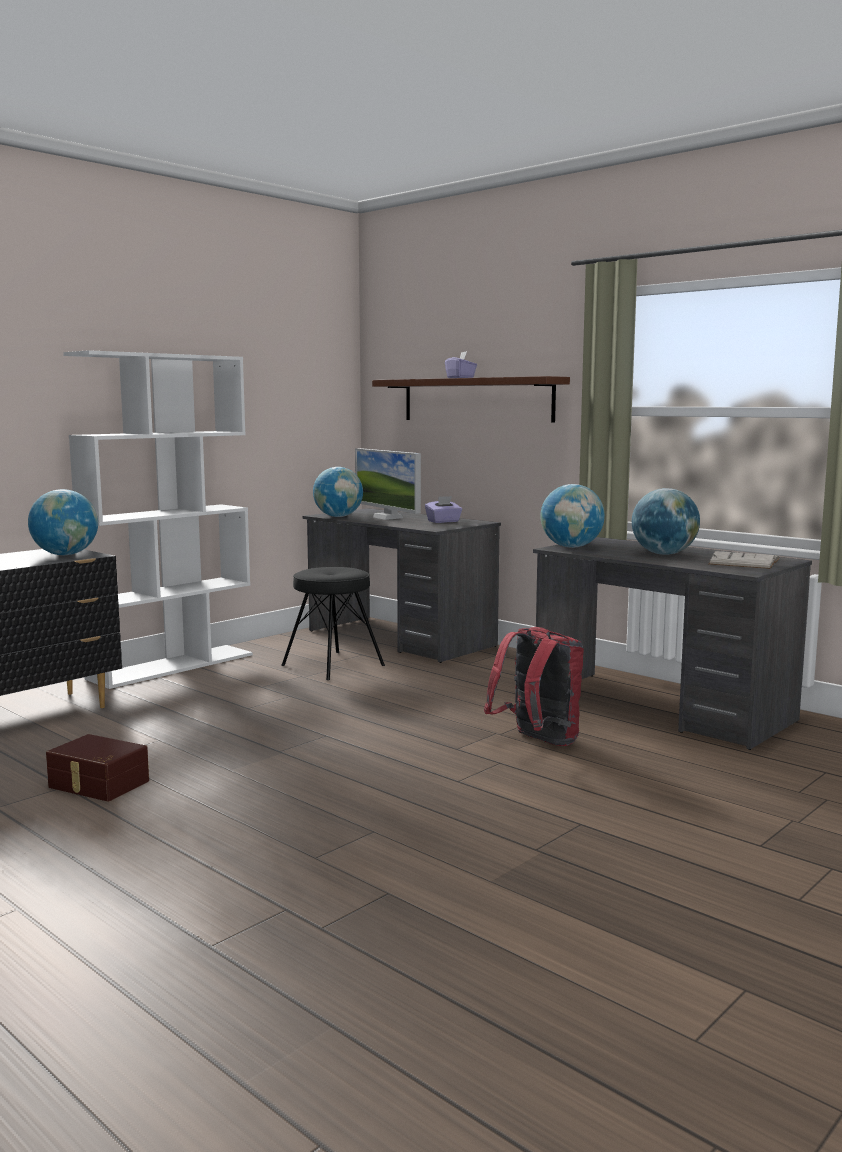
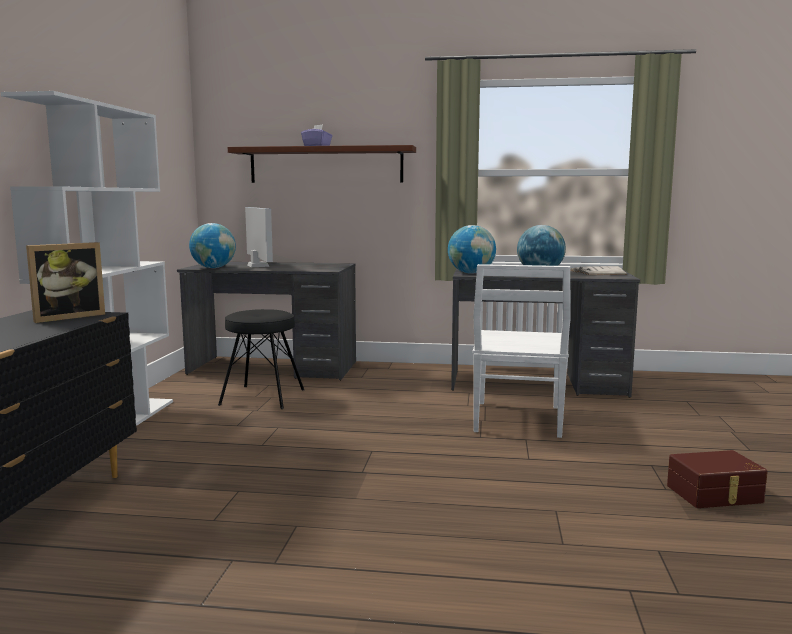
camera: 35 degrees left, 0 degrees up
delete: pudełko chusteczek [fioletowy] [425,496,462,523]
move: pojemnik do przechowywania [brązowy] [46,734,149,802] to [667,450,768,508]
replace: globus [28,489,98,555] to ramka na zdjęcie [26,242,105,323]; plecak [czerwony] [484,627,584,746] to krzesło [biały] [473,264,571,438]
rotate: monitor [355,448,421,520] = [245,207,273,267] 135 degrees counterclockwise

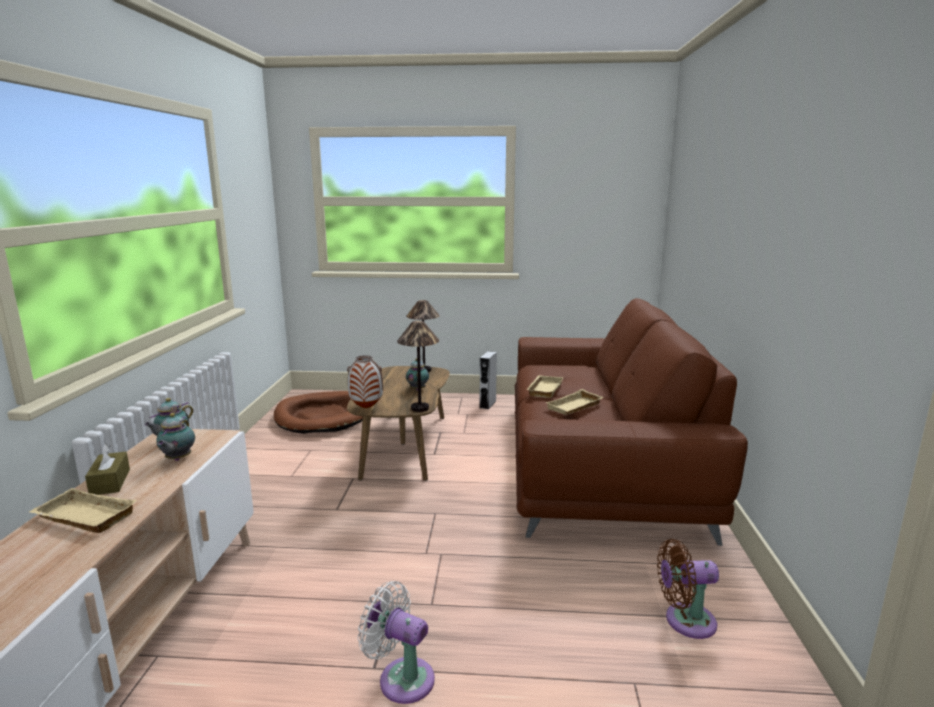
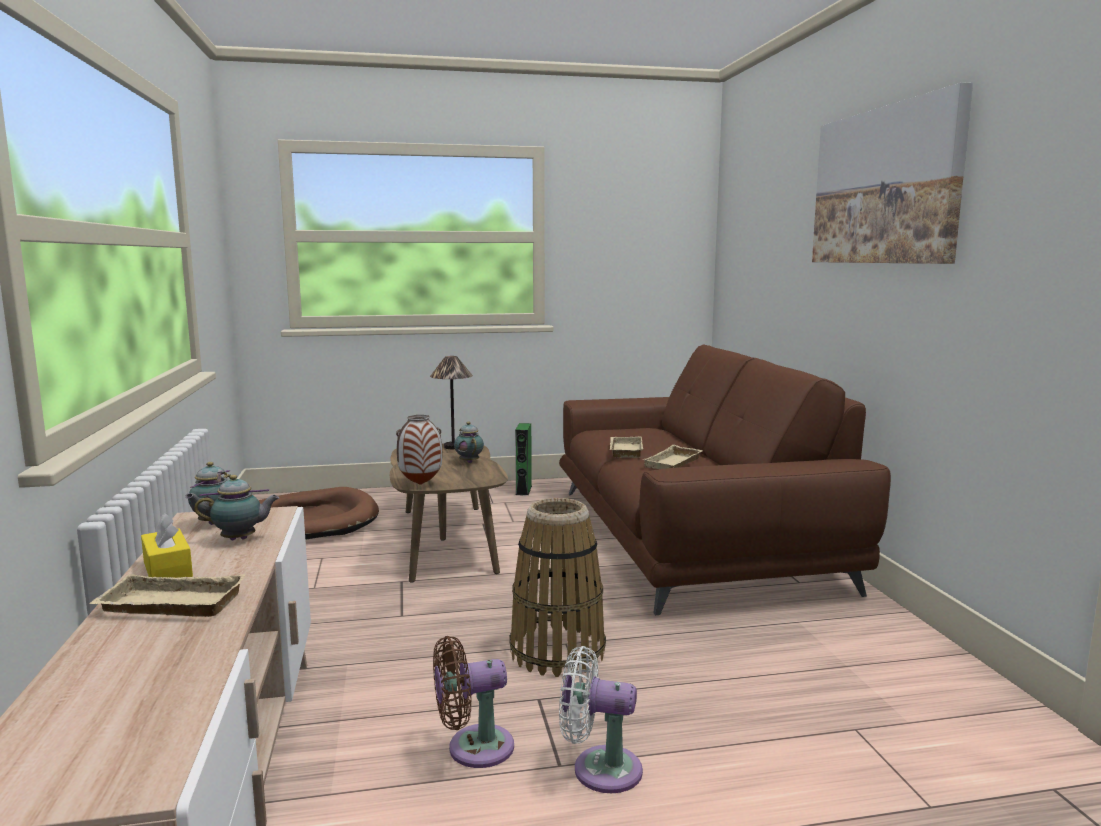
camera: 15 degrees left, 5 degrees down
delete: lampa stołowa [397,321,439,412]
insert: obraz [812,82,973,264]; koszyk [510,498,606,677]
move: wentylator [brązowy] [657,539,719,639] to [433,636,514,768]
recolor: głośnik [szary] [480,351,497,409] to głośnik [zielony] [515,423,532,496]; pudełko chusteczek [brązowy] [85,444,130,495] to pudełko chusteczek [żółty] [141,513,193,578]
rotate: imbryk [156,413,195,461] = [194,475,279,540] 90 degrees counterclockwise

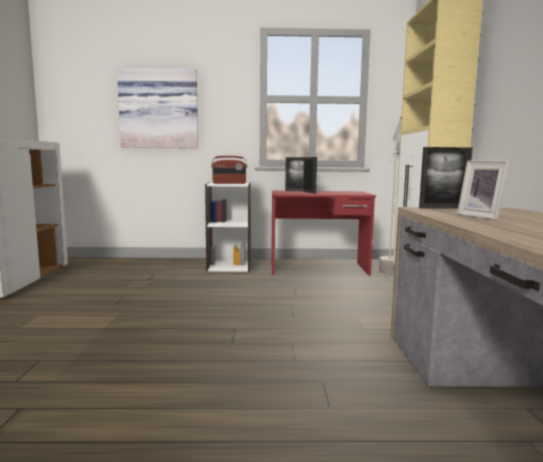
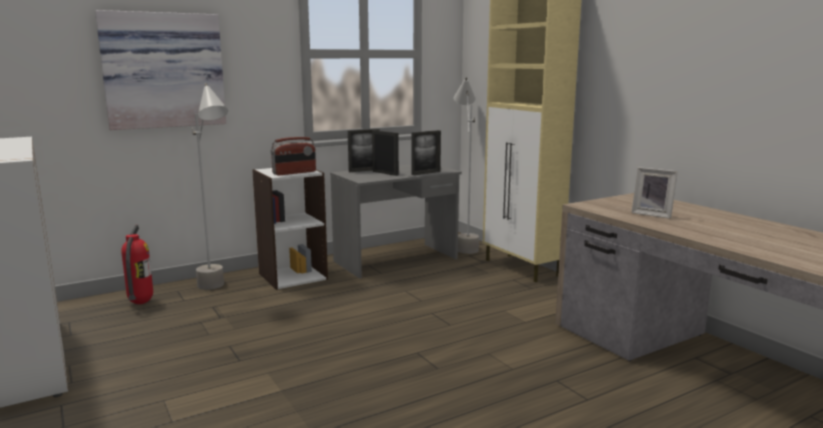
camera: 30 degrees left, 5 degrees up
insert: lampa stojąca [szary] [192,83,228,290]; gaśnica [121,225,153,304]
move: ramka na zdjęcie [419,147,473,209] to [412,130,441,175]
recolor: biurko [czerwony] [271,191,376,276] to biurko [szary] [330,164,462,279]

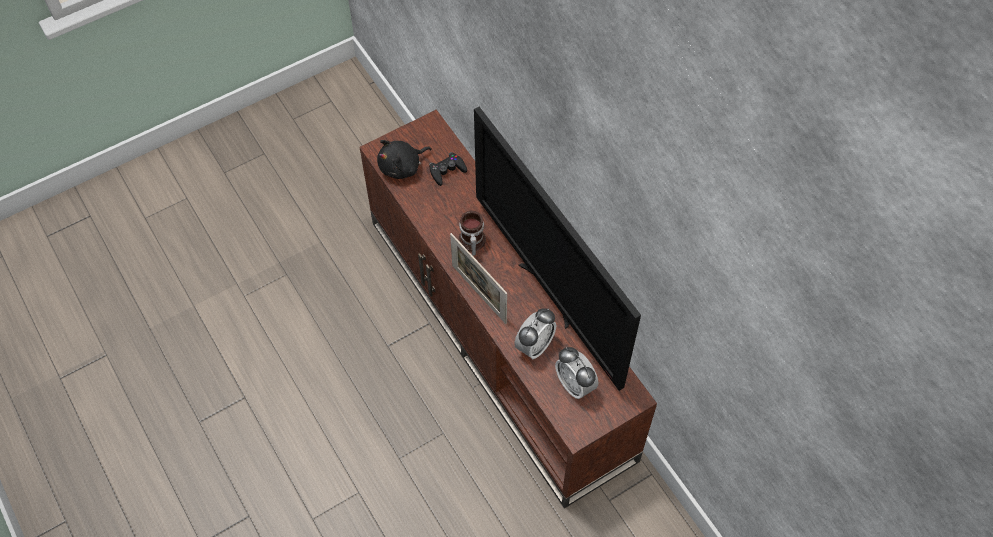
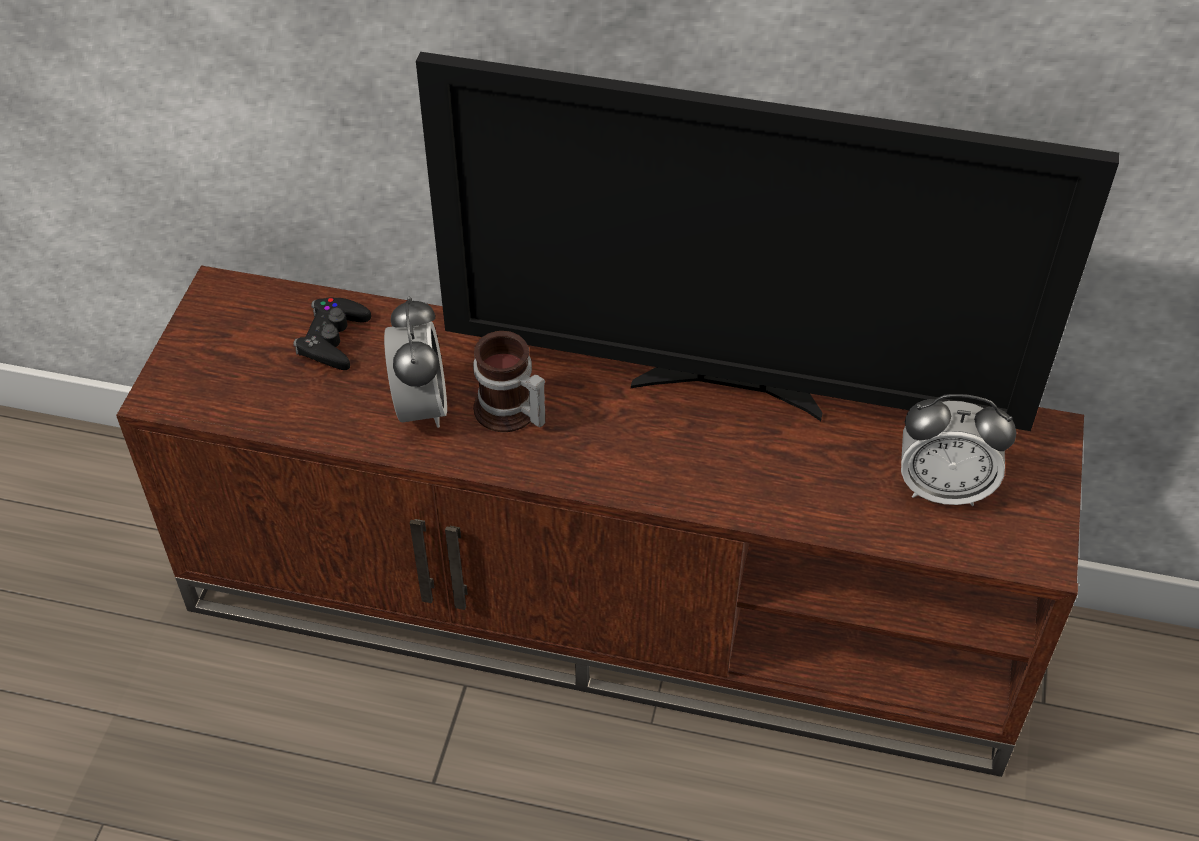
camera: 45 degrees left, 10 degrees down
delete: pluszak [czarny] [377,140,432,179]; ramka na zdjęcie [450,233,507,324]
move: budzik [514,308,556,359] to [384,296,447,428]

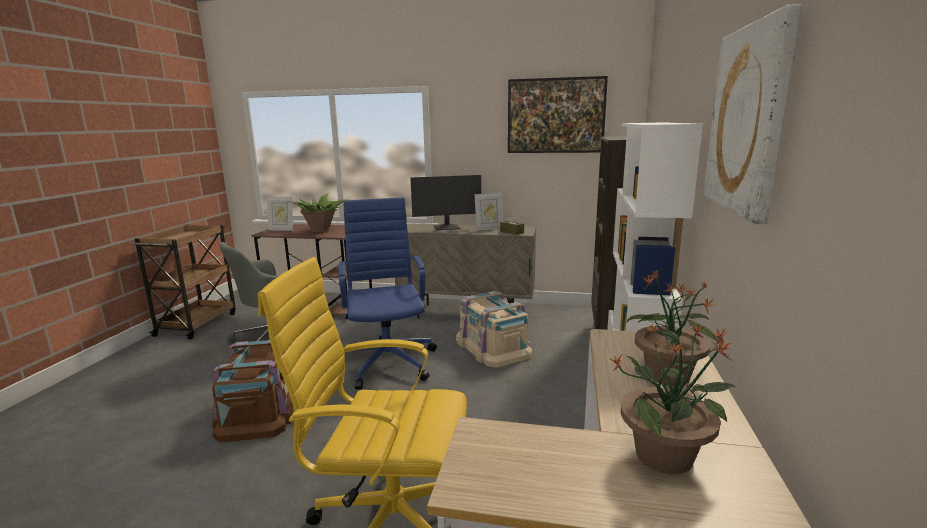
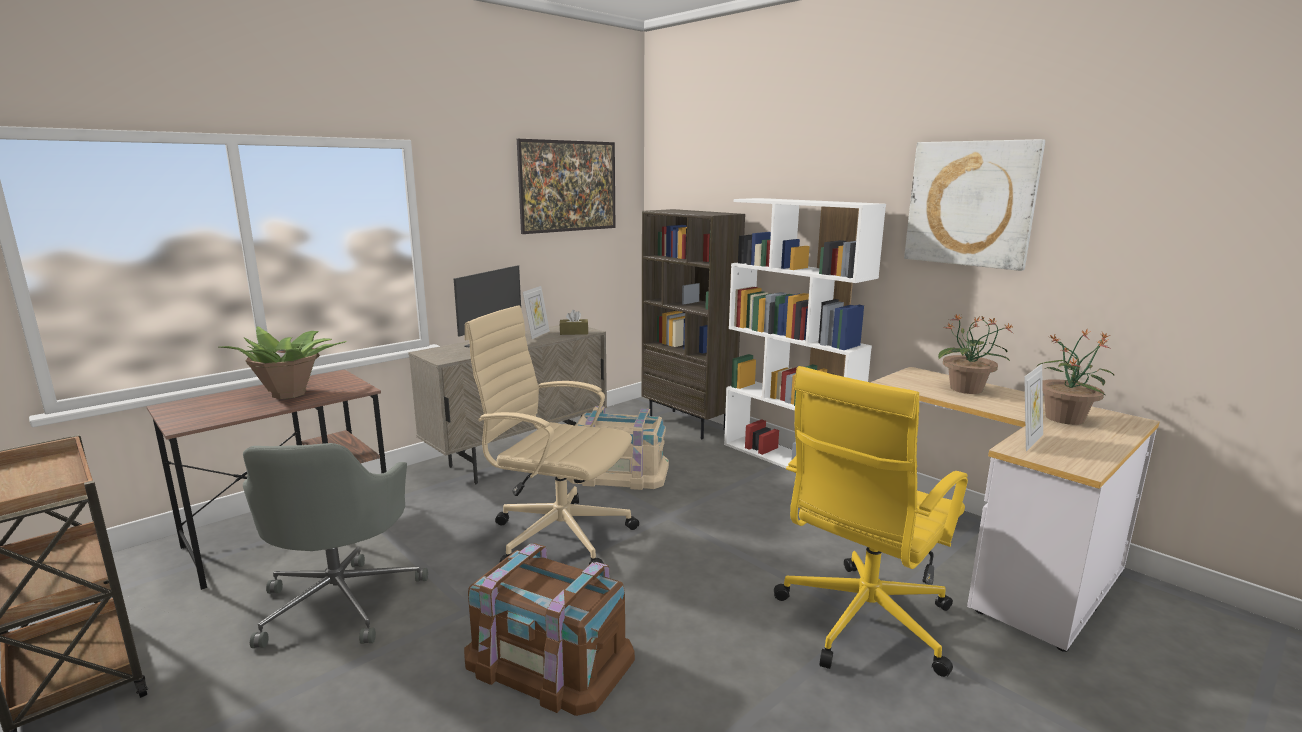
camera: 55 degrees left, 0 degrees up
move: ramka na zdjęcie [267,197,293,231] to [1024,364,1043,451]
recolor: krzesło biurowe [niebieski] [338,198,437,389] to krzesło biurowe [beżowy] [464,305,639,565]

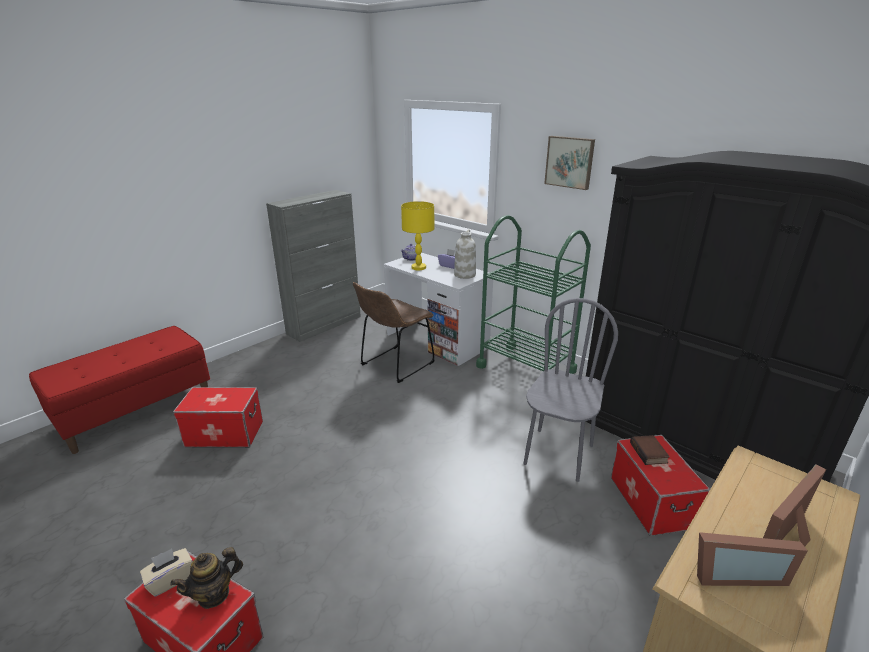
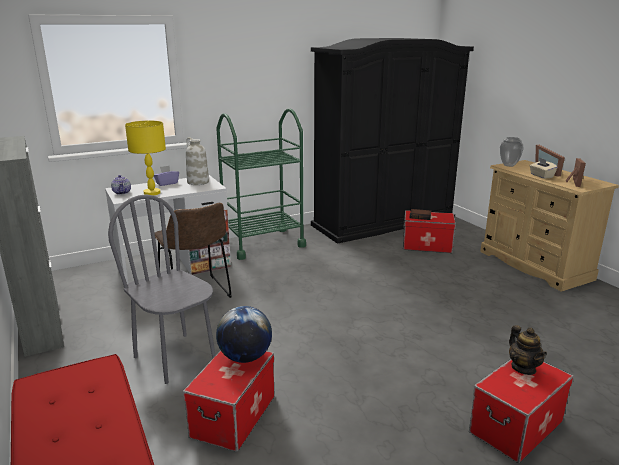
camera: 70 degrees left, 5 degrees down
delete: obraz [544,136,595,190]
insert: wazon [500,137,524,167]; globus [216,306,272,363]
move: krzesło [szary] [524,298,618,482] to [108,194,215,384]; pudełko chusteczek [beżowy] [140,548,193,596] to [530,158,558,179]

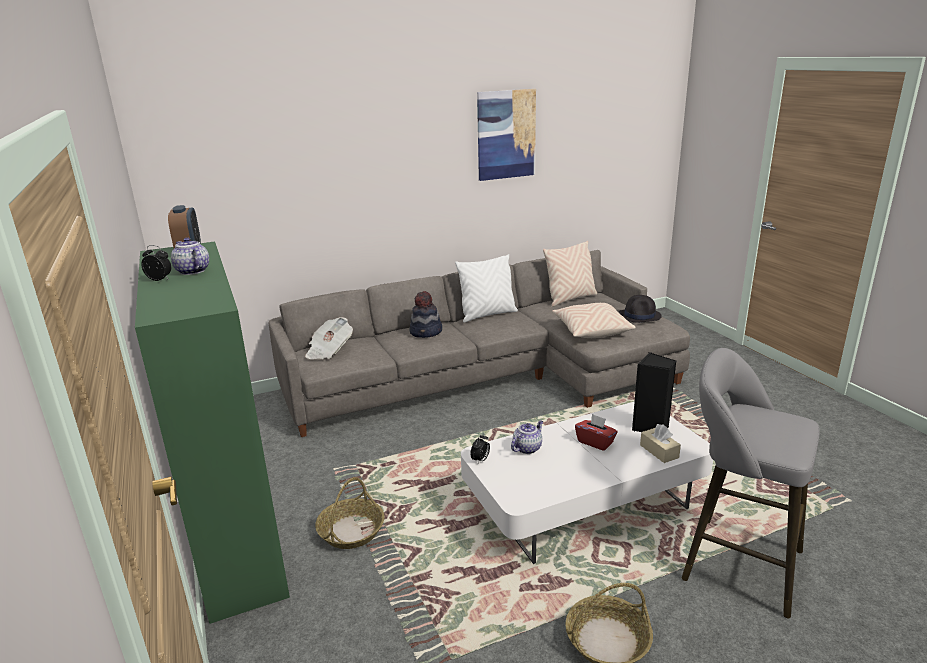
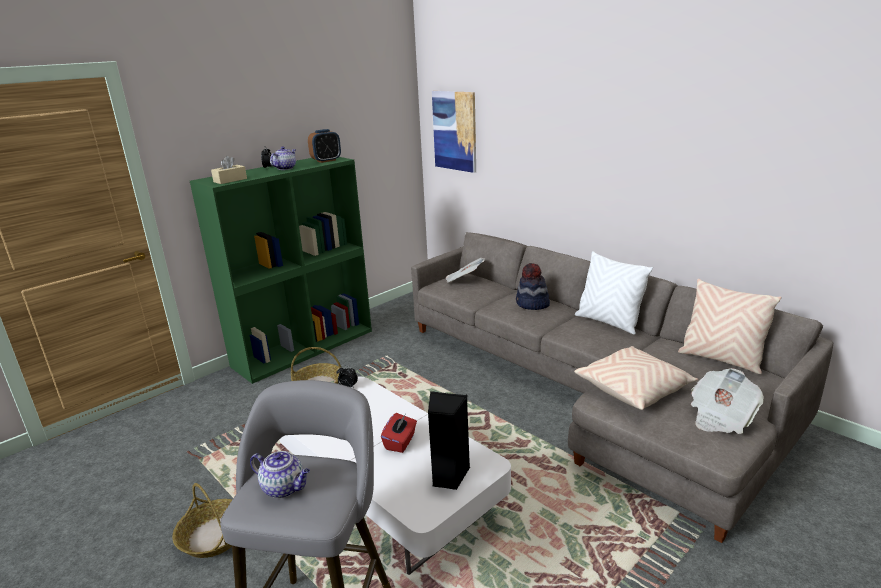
camera: 70 degrees right, 0 degrees up
move: obraz [477,89,536,181] to [432,91,476,173]; imbryk [511,421,543,454] to [250,451,310,498]; pudełko chusteczek [beżowy] [640,424,681,463] to [211,156,247,184]
replace: kapelusz [czarny] [618,295,662,323] to gazeta [691,368,764,434]

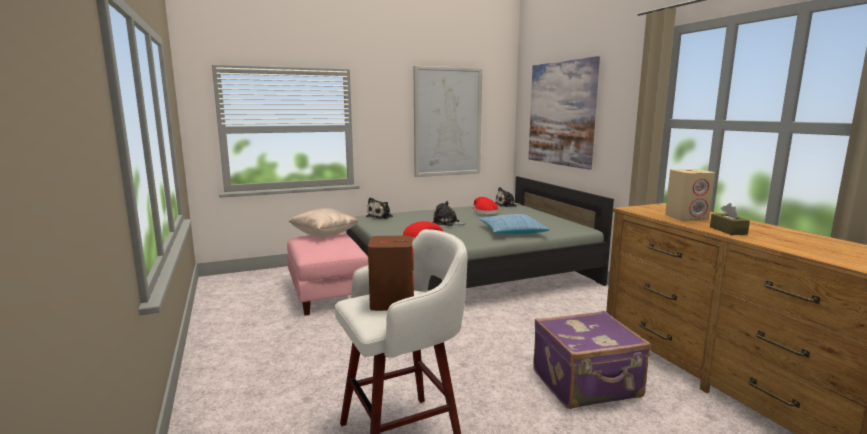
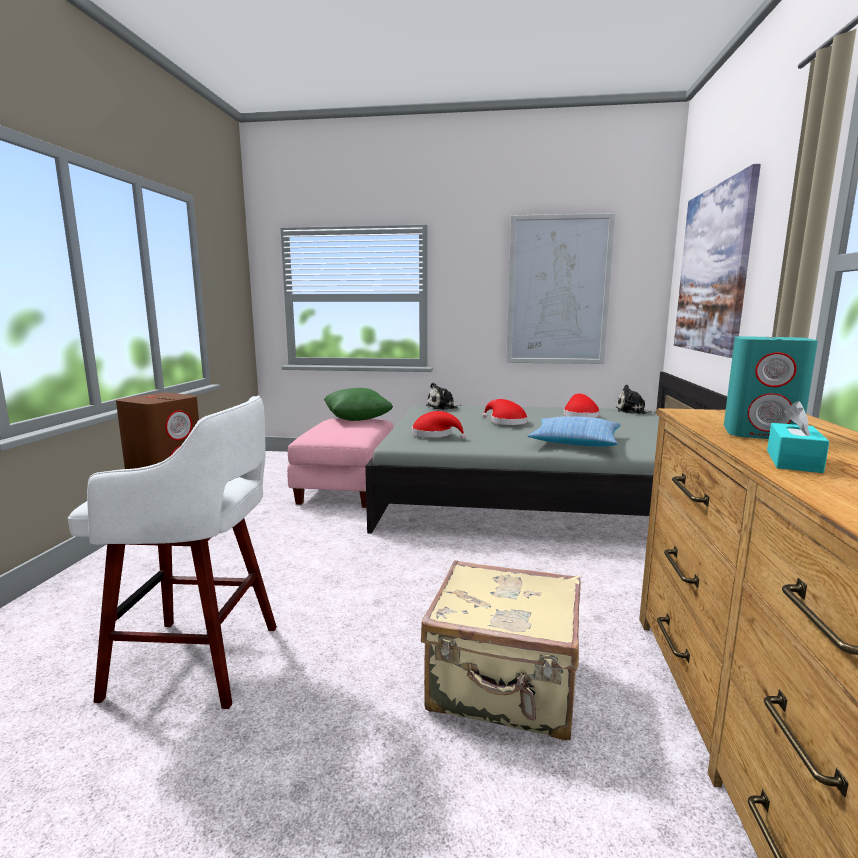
camera: 30 degrees right, 0 degrees up
replace: pluszak [432,201,466,226] to kapelusz [czerwony] [482,399,528,425]
recolor: głośnik [beżowy] [665,169,715,221] to głośnik [turkusowy] [724,336,818,439]; pudełko chusteczek [brązowy] [710,203,750,235] to pudełko chusteczek [turkusowy] [767,401,829,473]; poduszka [beżowy] [289,208,358,237] to poduszka [zielony] [324,388,393,421]; walizka [fioletowy] [533,311,651,409] to walizka [beżowy] [421,560,580,740]

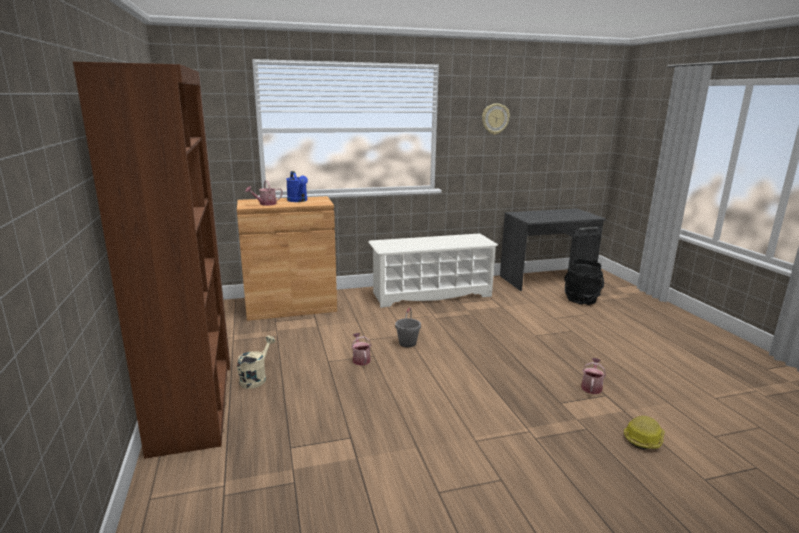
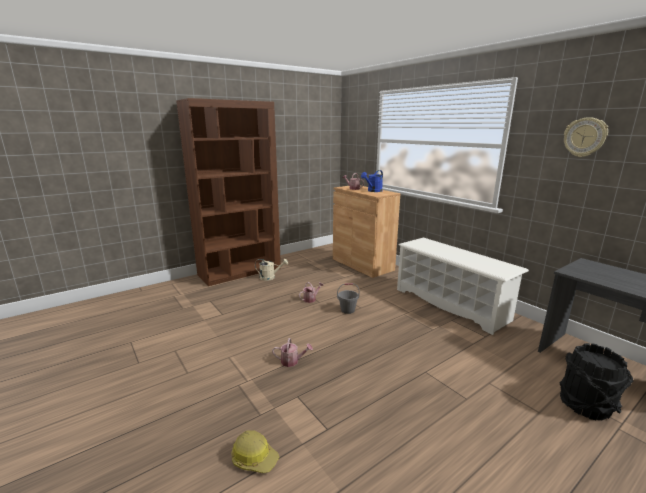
camera: 70 degrees right, 0 degrees up
move: konewka [581,358,606,394] to [272,338,313,367]

